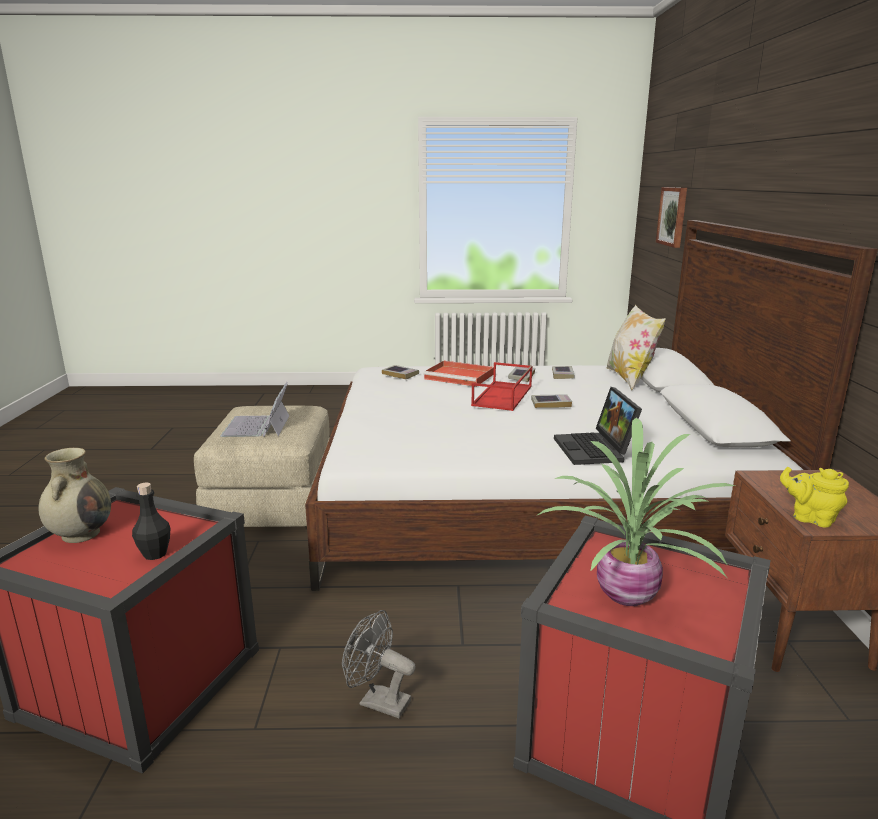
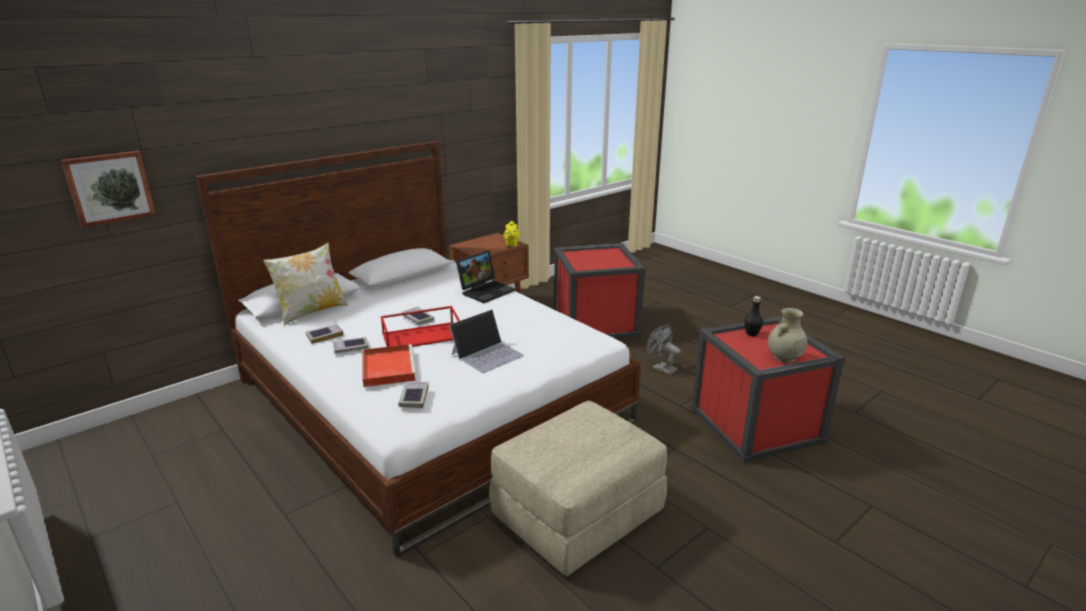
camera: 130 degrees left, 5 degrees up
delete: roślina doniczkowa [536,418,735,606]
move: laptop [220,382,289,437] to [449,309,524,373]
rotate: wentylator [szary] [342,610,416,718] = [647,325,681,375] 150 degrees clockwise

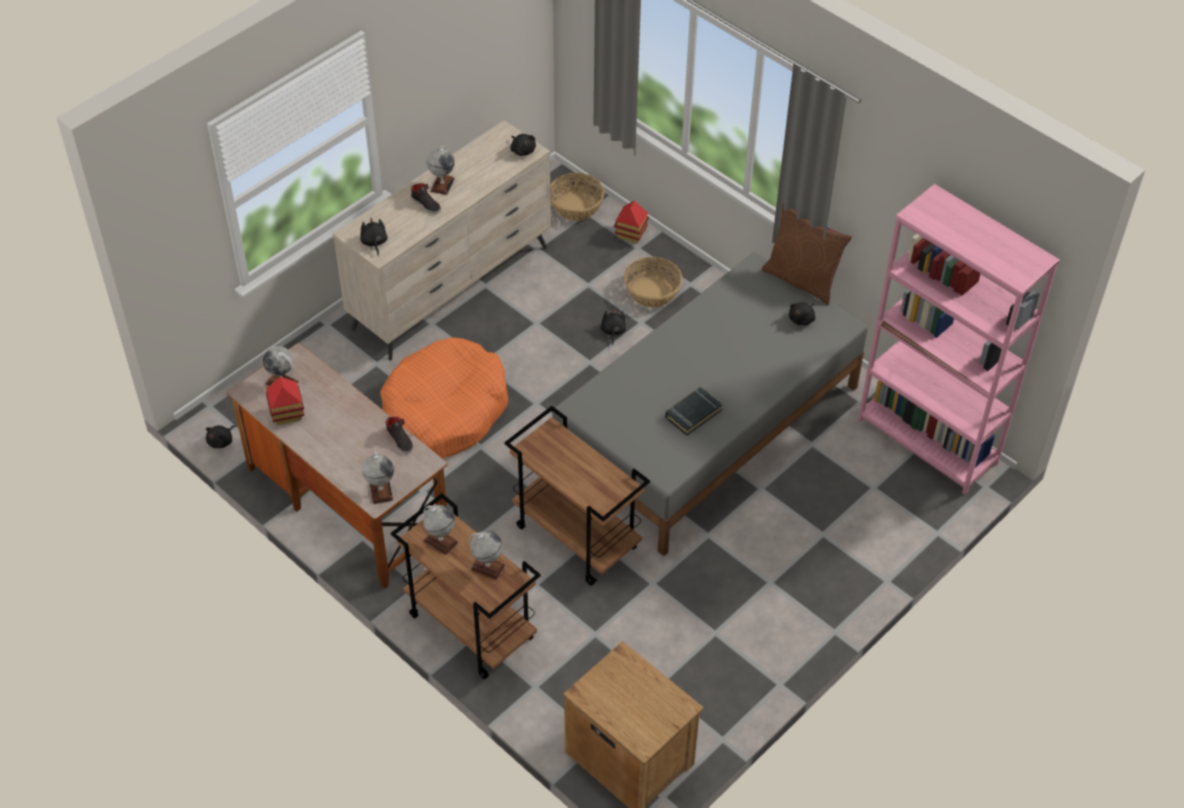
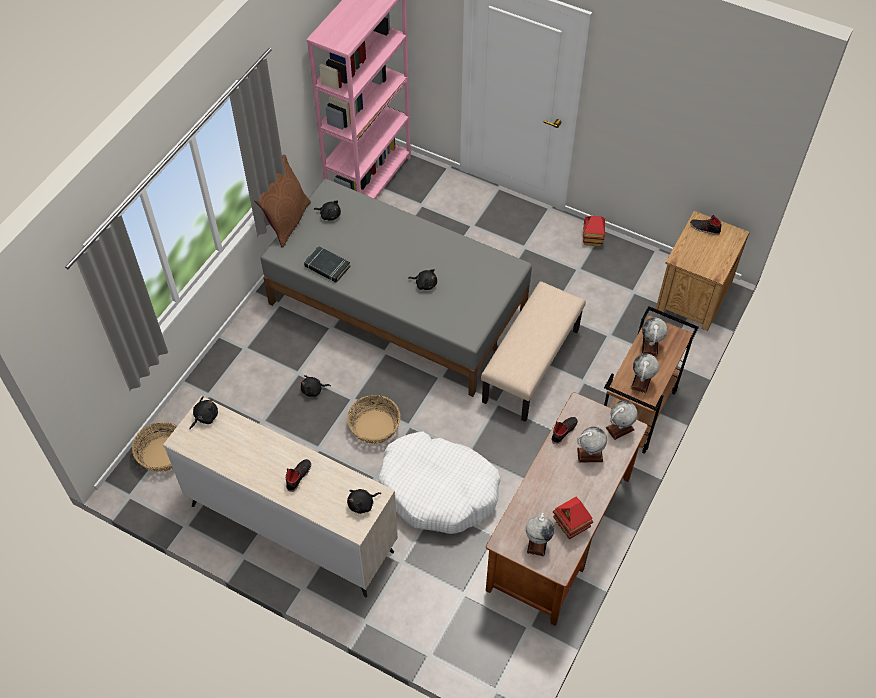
camera: 105 degrees left, 5 degrees up
insert: but [czarny] [690,215,722,235]
move: globus [427,146,455,195] to [577,427,607,462]; domek [614,201,649,243] to [583,216,605,246]; koszyk [624,257,683,308] to [347,395,401,444]; książka [czarny] [665,387,723,436] to [304,246,350,283]; pluszak [czarny] [206,425,236,448] to [408,269,437,290]
replace: wózek [brązowy] [504,406,650,586] to ławka [beżowy] [481,281,586,422]
recolor: legowisko [pomarańczowy] [380,337,508,458] to legowisko [biały] [378,432,501,534]

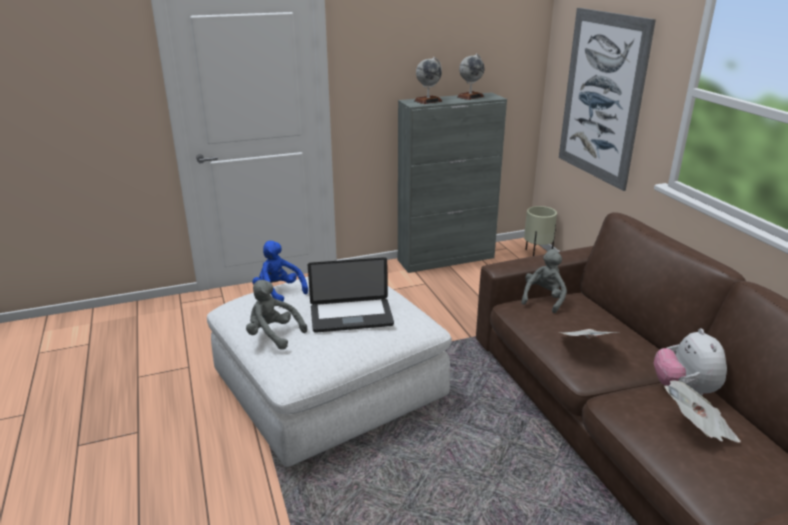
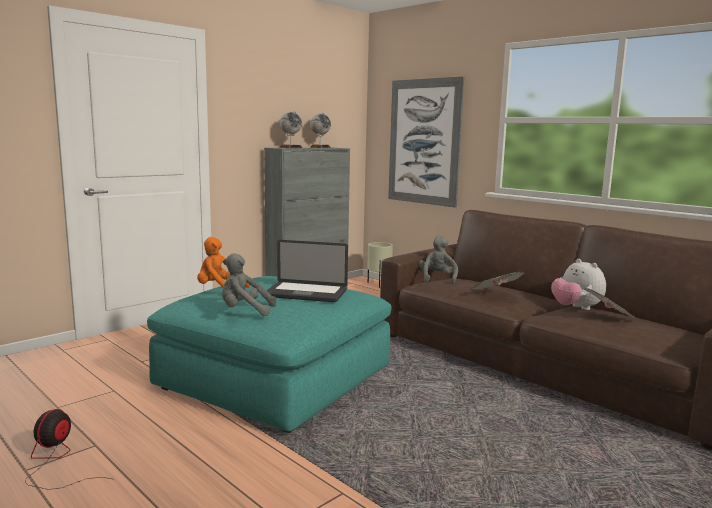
camera: 25 degrees left, 15 degrees down
insert: wentylator [25,409,111,490]
recolor: pluszak [niebieski] [252,241,308,302] to pluszak [pomarańczowy] [197,237,250,288]; pufa [biały] [207,277,452,467] to pufa [turkusowy] [147,276,392,433]
rotate: laptop [308,257,394,333] = [266,240,348,302] 45 degrees clockwise

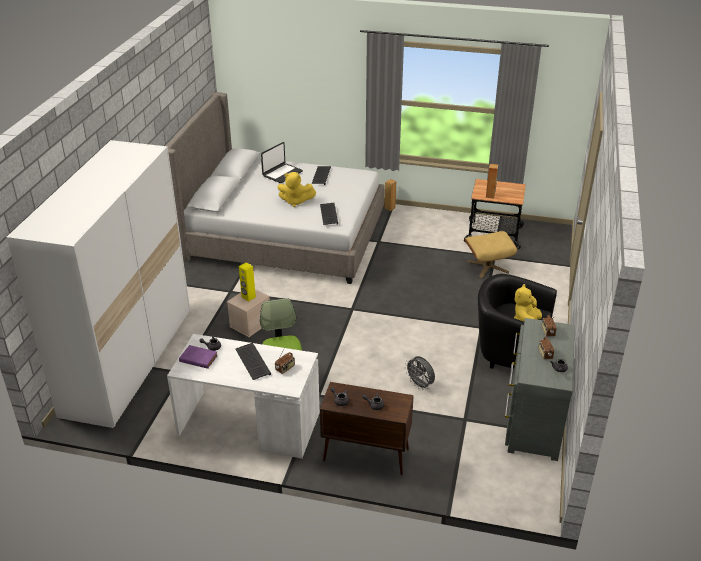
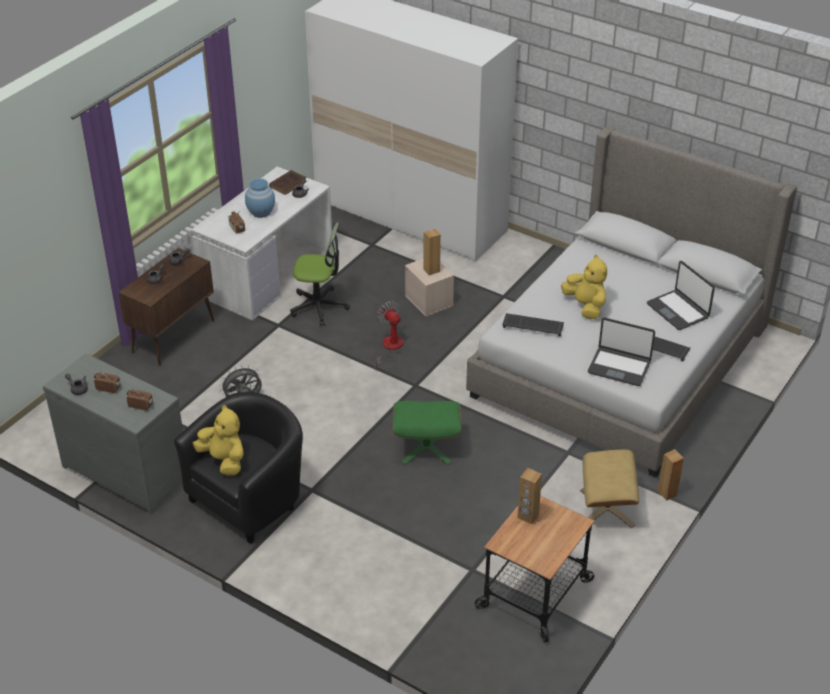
camera: 110 degrees right, 5 degrees up
insert: wentylator [374,301,403,369]; laptop [588,318,655,386]; pufa [zielony] [393,401,461,465]
move: pufa [beżowy] [464,231,517,279] to [580,449,639,528]
replace: klawiatura [235,343,271,380] to wazon [niebieski] [245,178,275,218]
recolor: głośnik [żółty] [239,263,256,302] to głośnik [brązowy] [423,229,441,275]; książka [fioletowy] [179,345,218,369] to książka [brązowy] [269,170,307,195]
rotate: pluszak [żółty] [277,172,317,207] = [561,255,607,319] 120 degrees clockwise

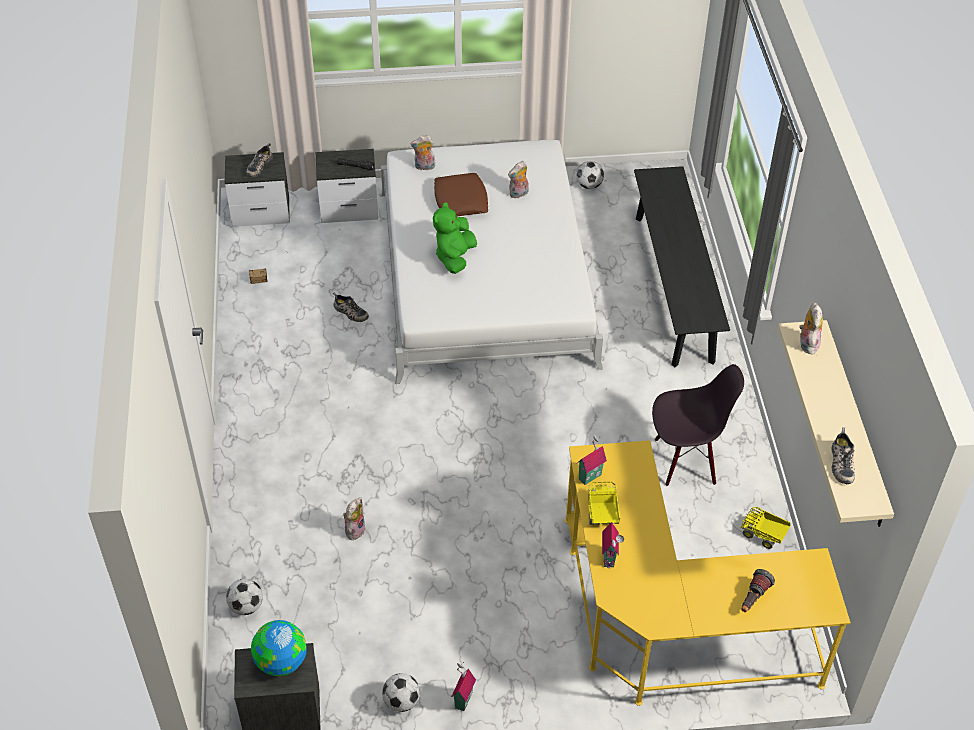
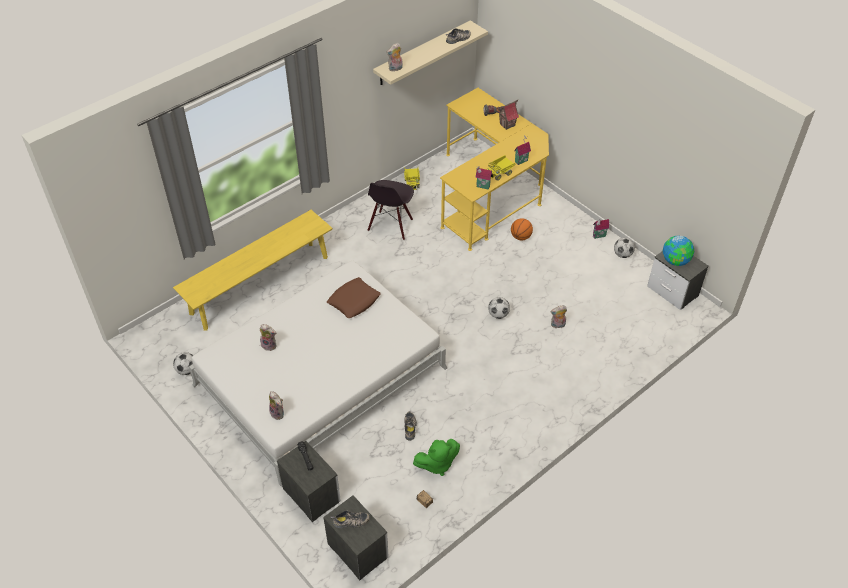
camera: 125 degrees left, 0 degrees up
insert: domek [497,100,519,130]; piłka do koszykówki [511,218,533,240]
move: poduszka [brązowy] [434,173,488,216] to [327,278,381,318]; pluszak [zielony] [433,202,477,274] to [413,439,460,476]; piłka futbolowa [226,579,263,615] to [488,297,510,319]
recolor: ławka [czarny] [634,166,730,367] to ławka [żółty] [173,210,333,331]
rotate: krzesło [czarny] [652,364,744,486] = [368,180,414,240] 120 degrees counterclockwise

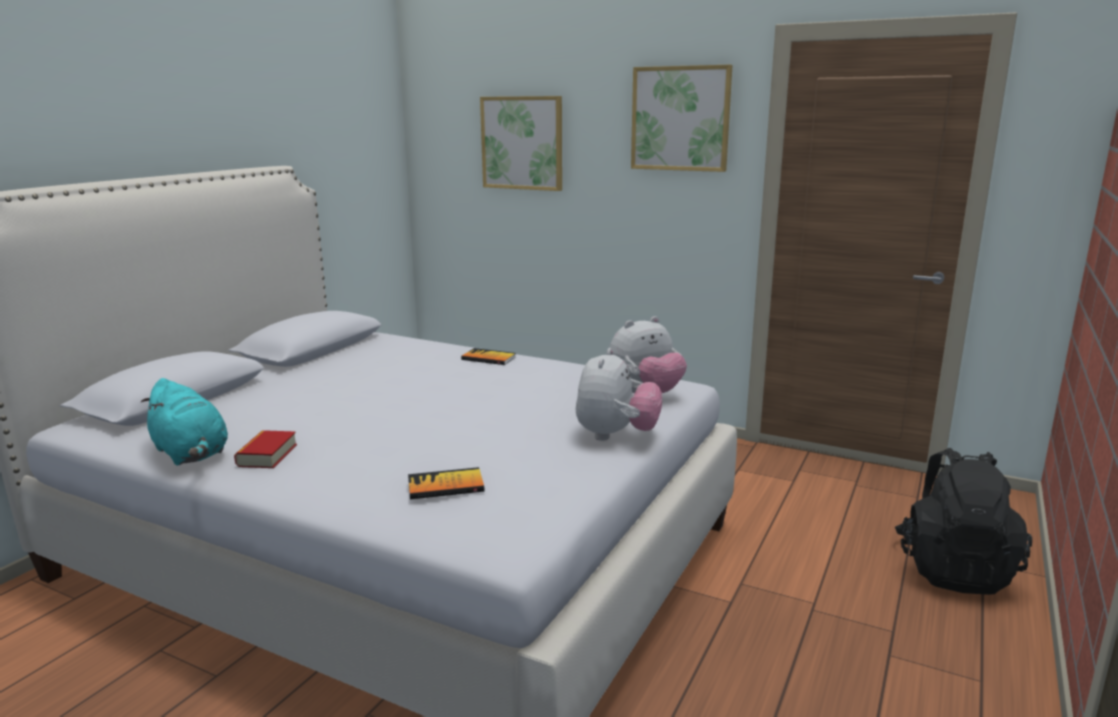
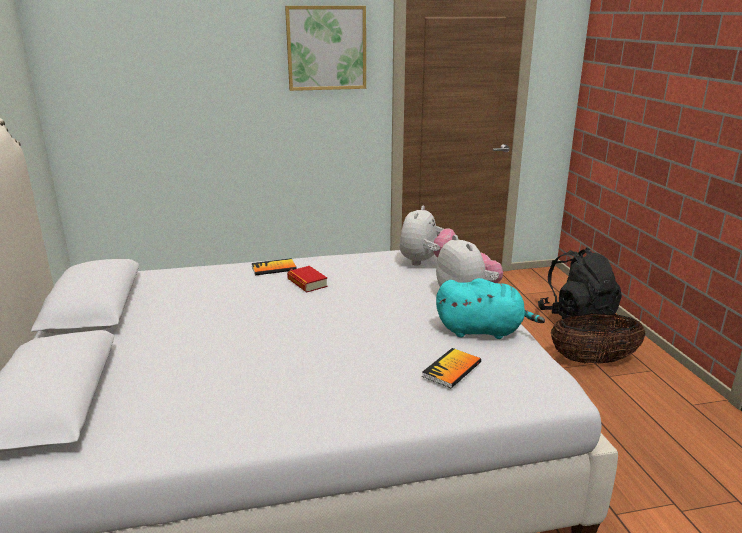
camera: 40 degrees left, 5 degrees up
delete: obraz [480,96,562,191]
insert: koszyk [550,313,645,364]
move: pluszak [turkusowy] [141,378,228,465] to [436,278,545,339]; książka [234,430,297,468] to [287,266,328,292]

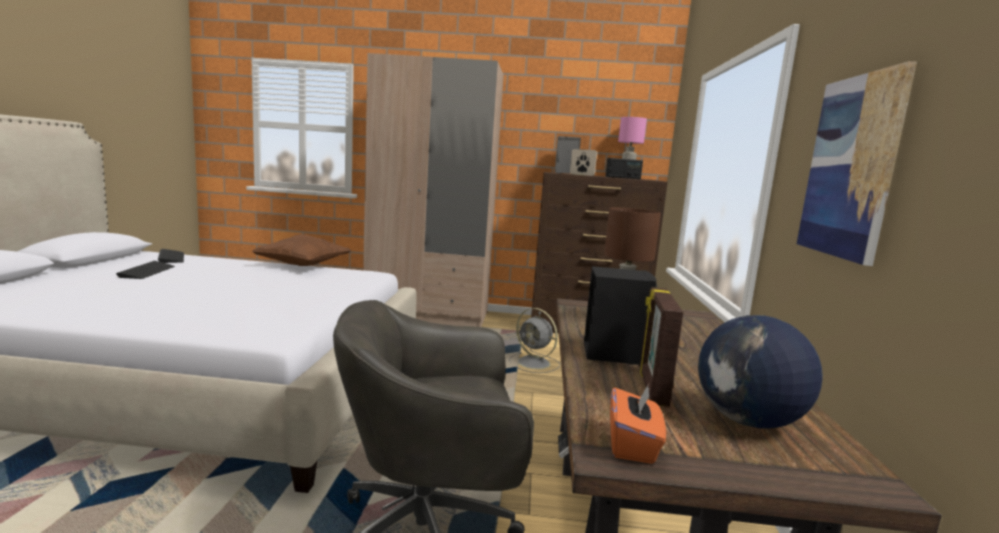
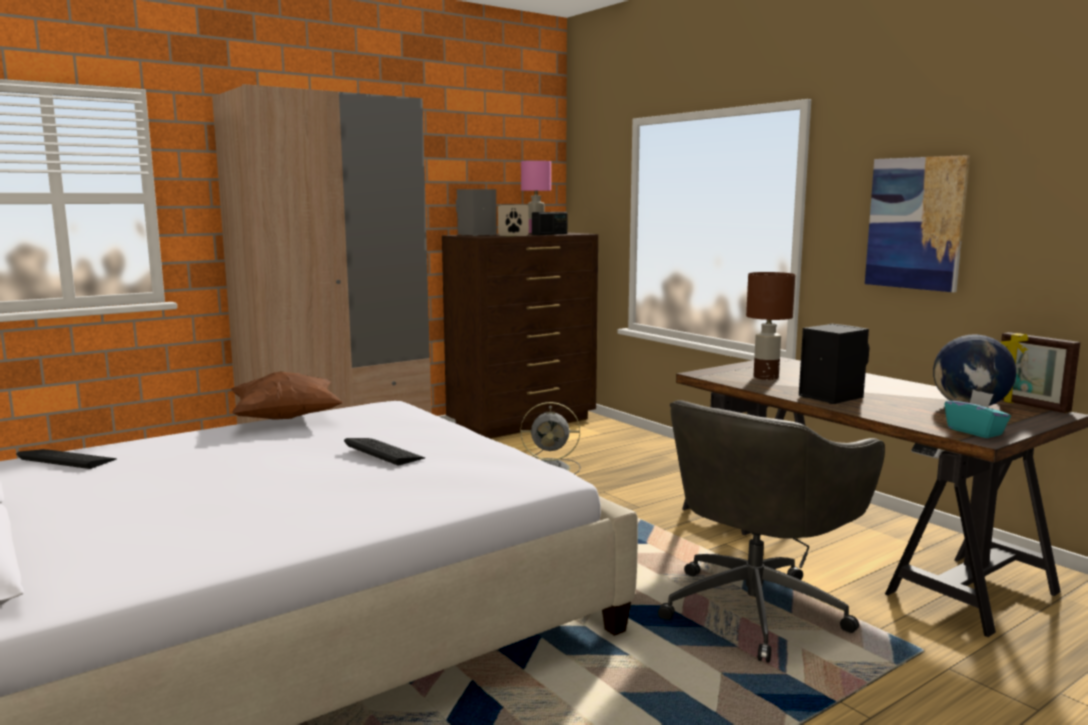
camera: 40 degrees left, 0 degrees up
move: klawiatura [116,261,175,279] to [344,438,425,465]; ramka na zdjęcie [640,287,683,407] to [1000,332,1081,413]
recolor: pudełko chusteczek [pomarańczowy] [610,384,666,464] to pudełko chusteczek [turkusowy] [944,390,1011,438]

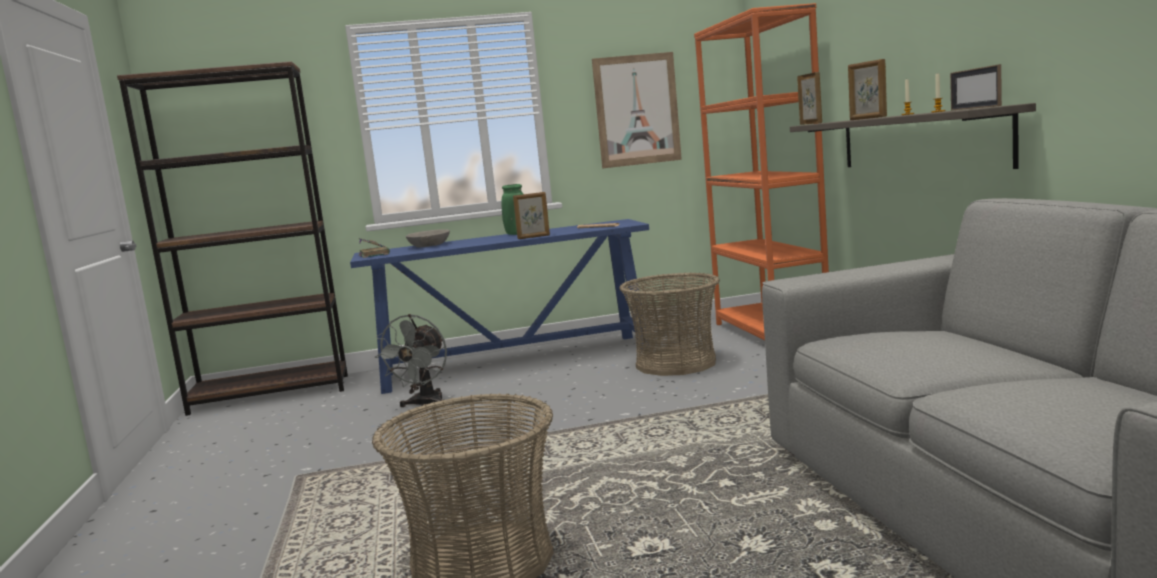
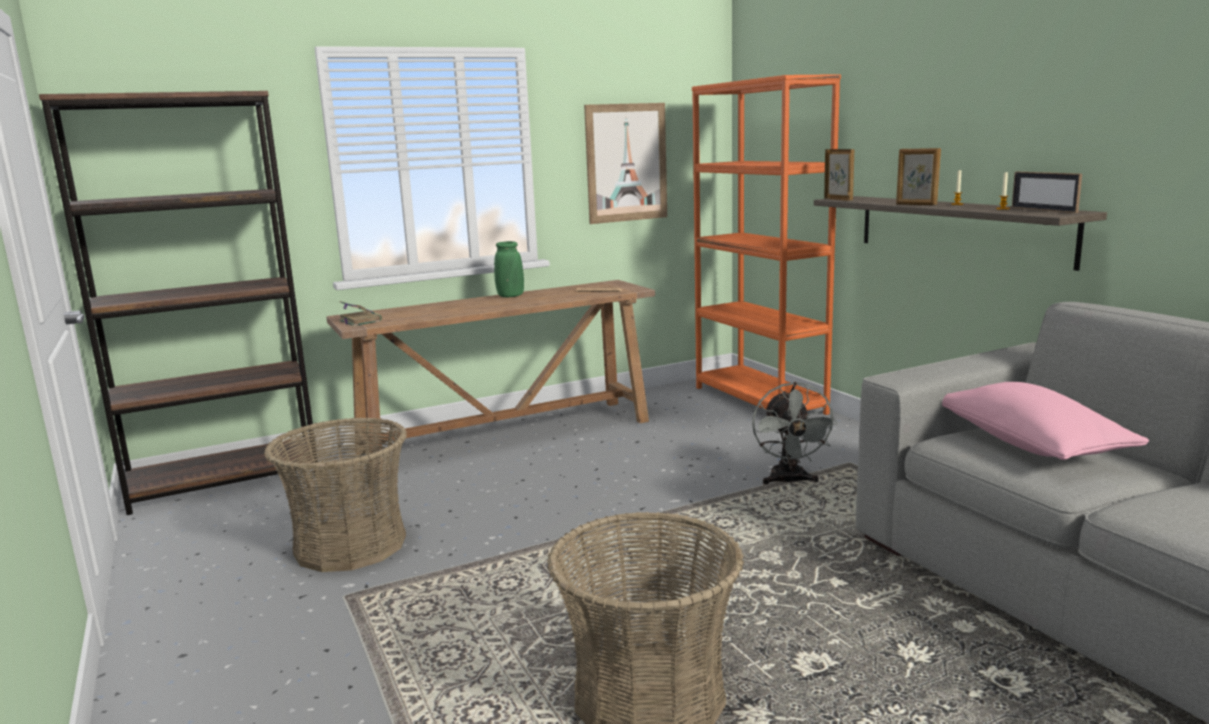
camera: 15 degrees left, 5 degrees up
delete: ramka na zdjęcie [513,192,550,239]; miska [szary] [406,229,450,247]
insert: poduszka [różowy] [942,382,1149,460]
move: koszyk [620,272,720,376] to [264,417,407,572]; wentylator [szary] [375,314,447,407] to [752,382,837,485]
recolor: stolik konsolowy [niebieski] [350,219,649,394] to stolik konsolowy [brązowy] [326,280,655,479]

